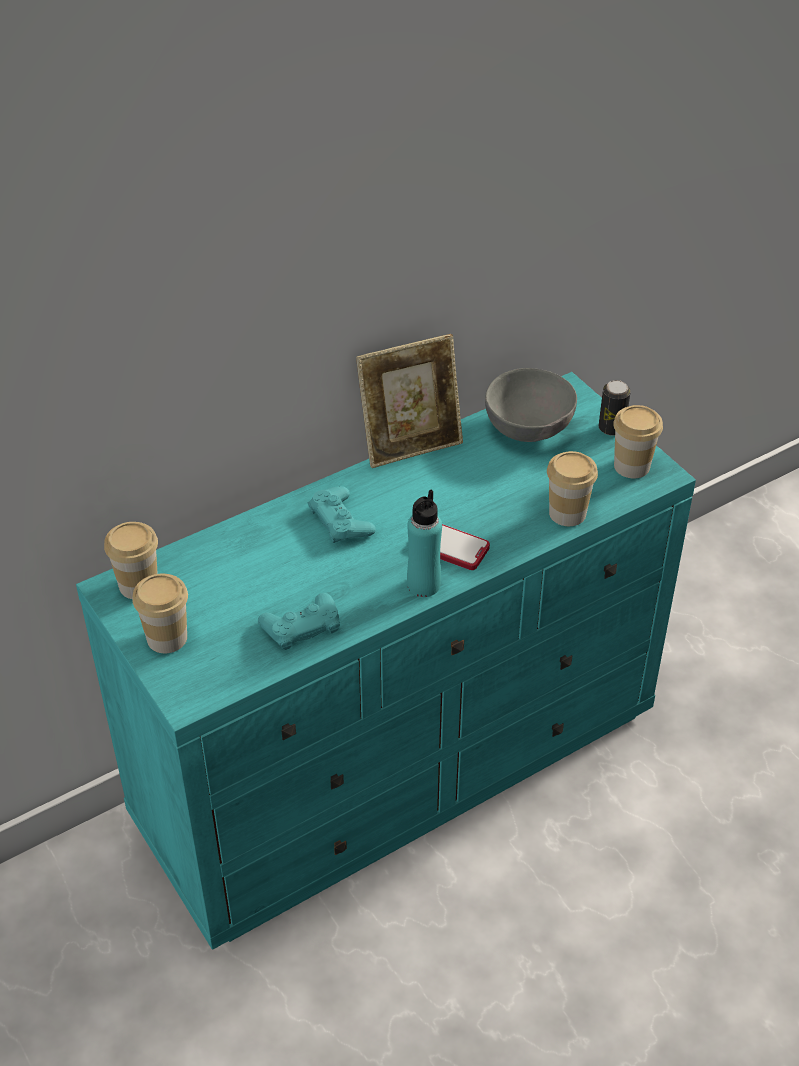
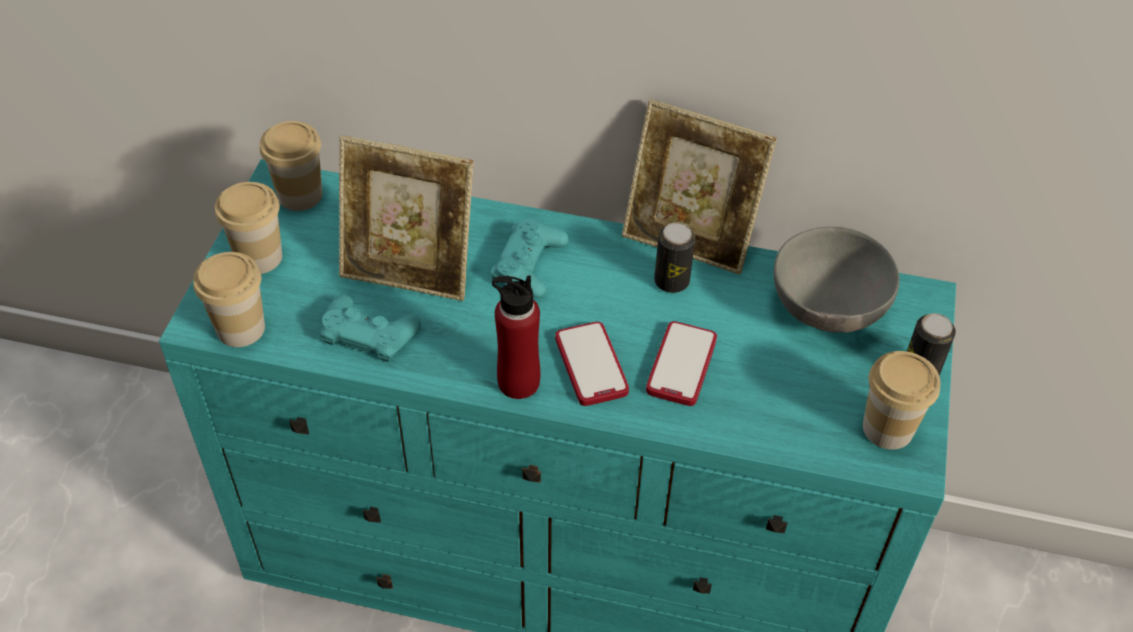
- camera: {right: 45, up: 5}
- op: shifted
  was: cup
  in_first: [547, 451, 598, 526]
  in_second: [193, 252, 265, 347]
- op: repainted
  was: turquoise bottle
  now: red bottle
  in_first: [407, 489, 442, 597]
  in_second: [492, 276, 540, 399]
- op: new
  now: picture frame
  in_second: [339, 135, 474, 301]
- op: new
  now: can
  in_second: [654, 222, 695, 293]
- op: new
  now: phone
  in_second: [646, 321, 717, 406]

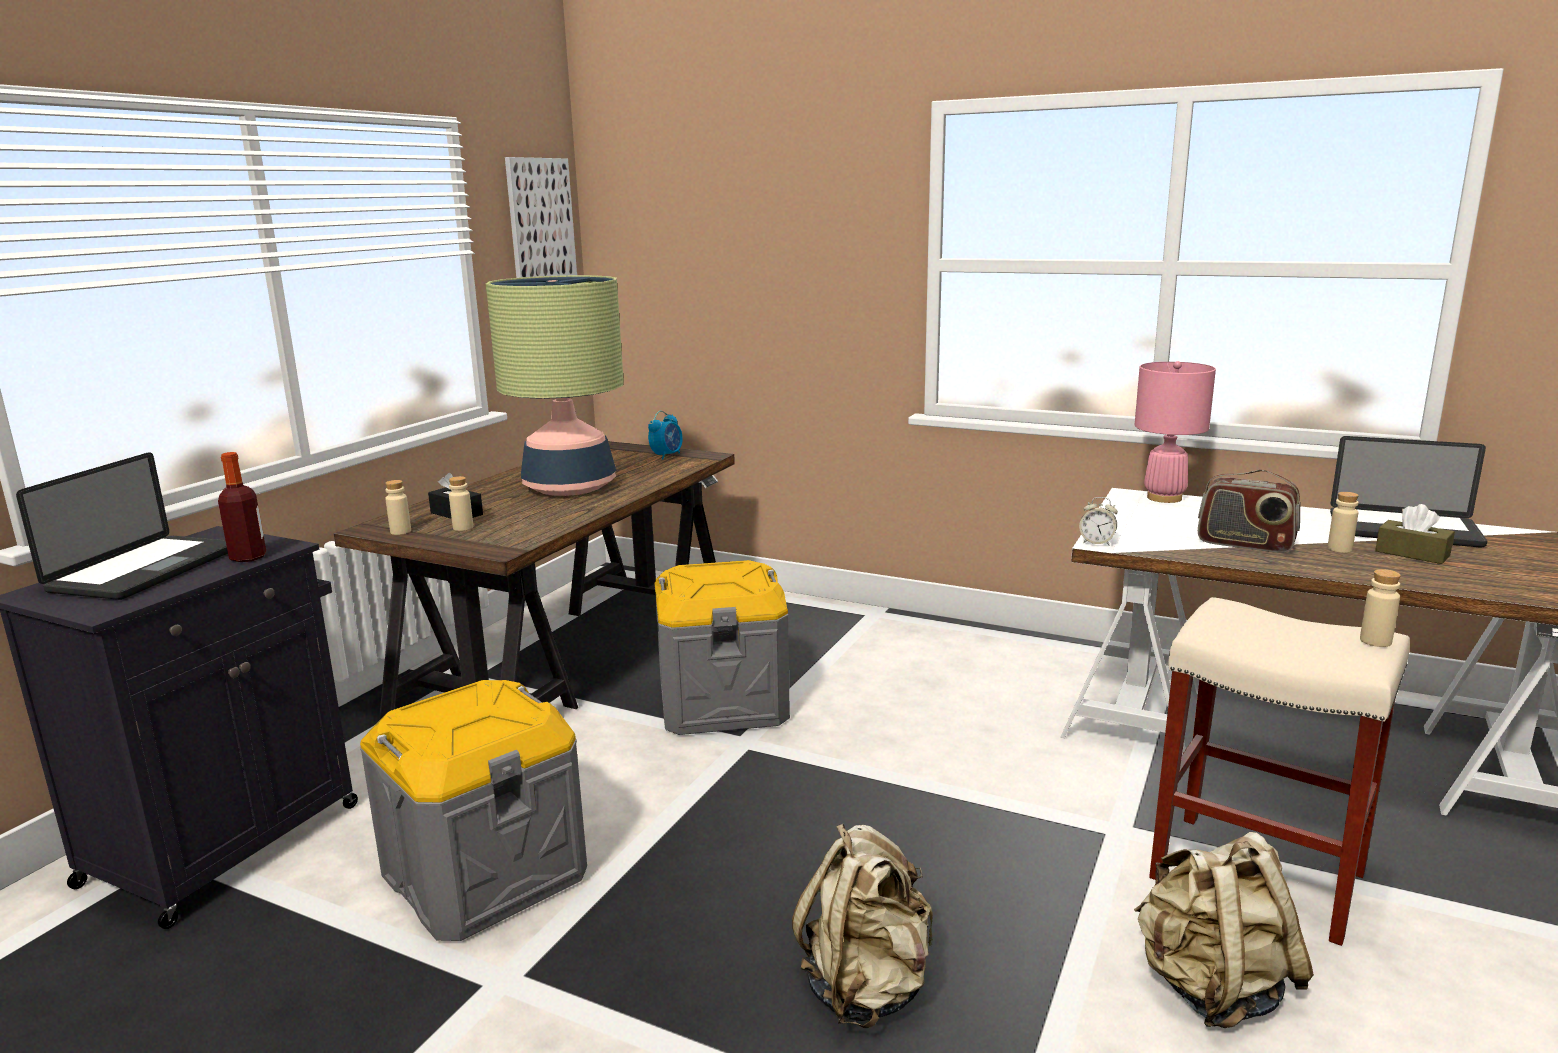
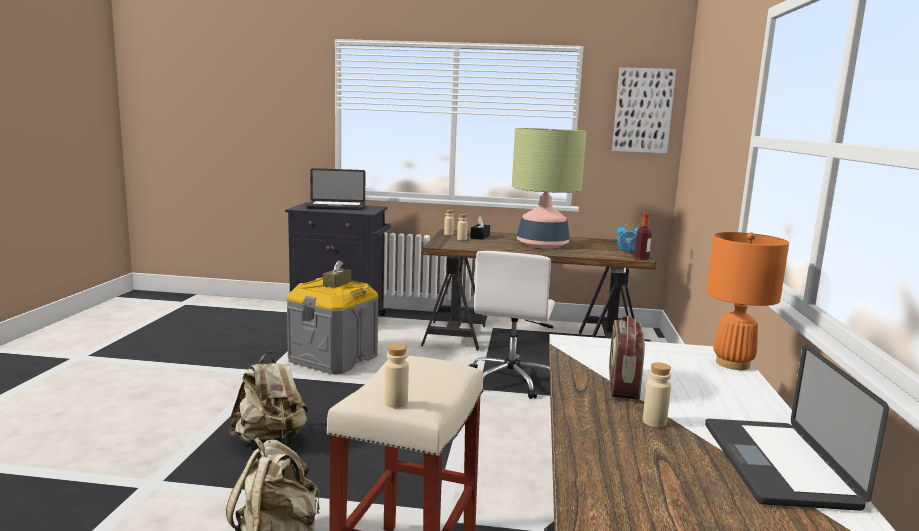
- camera: {right: 70, up: -5}
- op: repainted
  was: pink table lamp
  now: orange table lamp
  in_first: [1135, 361, 1216, 503]
  in_second: [706, 232, 789, 370]
- op: shifted
  was: bottle
  in_first: [218, 452, 266, 562]
  in_second: [634, 213, 652, 260]
- op: gone
  was: alarm clock
  in_first: [1079, 497, 1118, 546]
- op: shifted
  was: brown tissue box
  in_first: [1375, 504, 1455, 564]
  in_second: [323, 260, 351, 288]
- op: swapped
  was: grey storage box
  now: white office chair
  in_first: [655, 560, 790, 735]
  in_second: [468, 251, 555, 399]

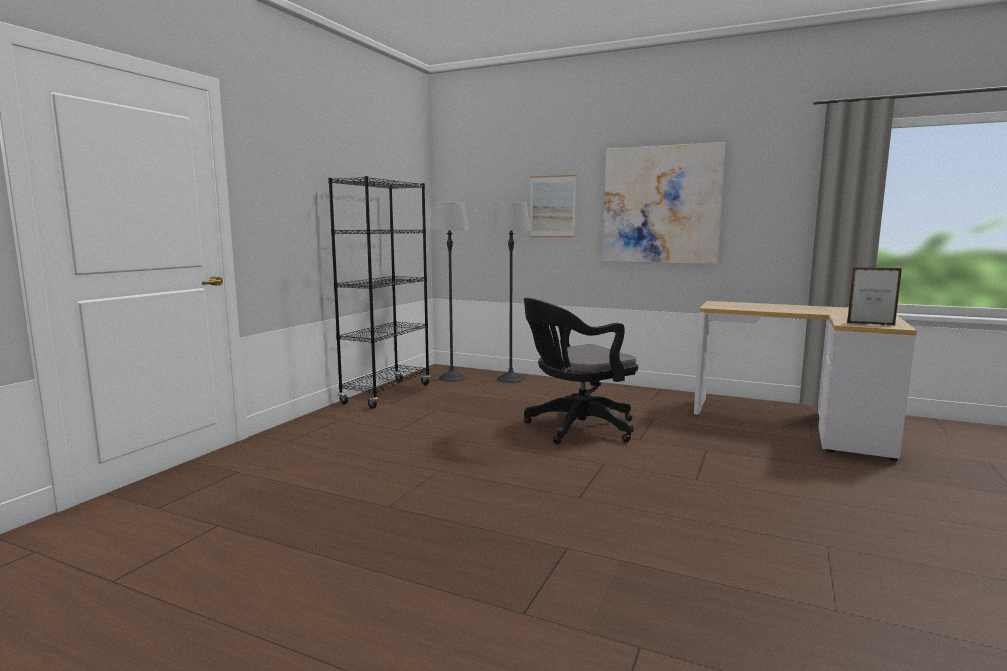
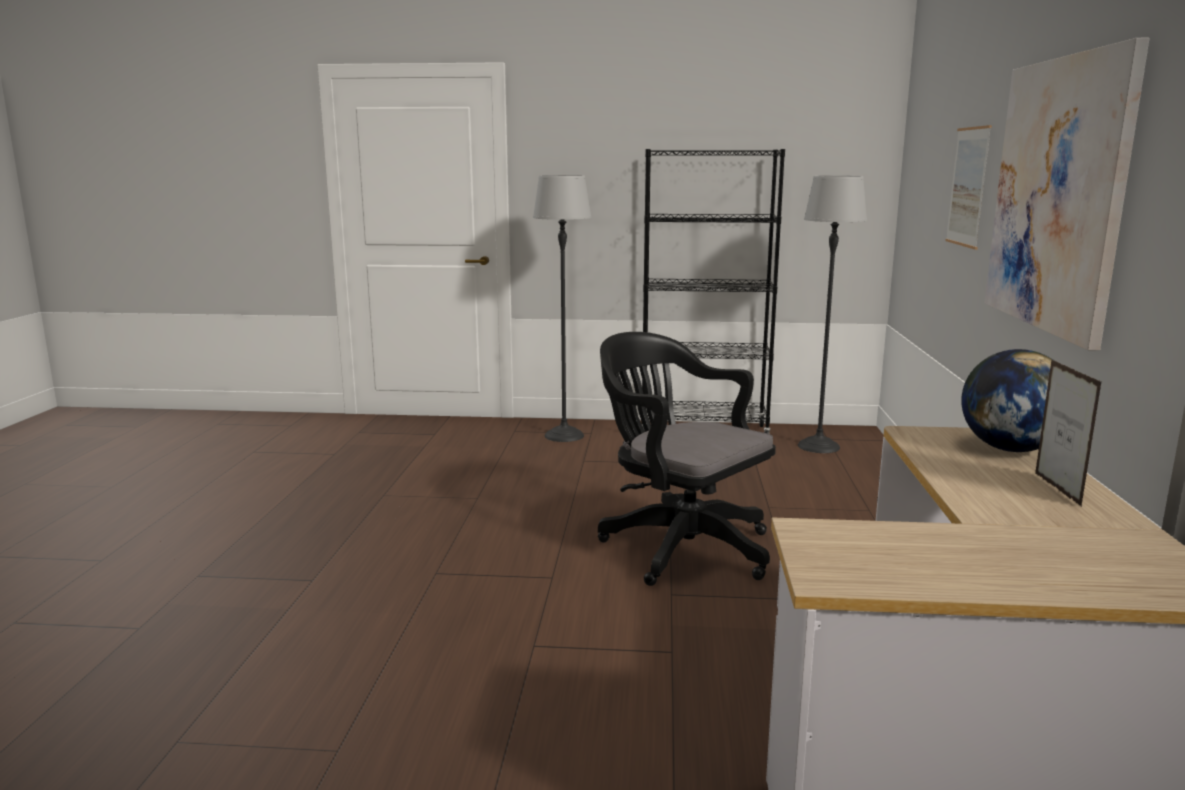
- camera: {right: 70, up: 5}
- op: shifted
  was: floor lamp
  in_first: [492, 202, 531, 383]
  in_second: [533, 175, 592, 442]
- op: shifted
  was: picture frame
  in_first: [847, 267, 902, 325]
  in_second: [1035, 360, 1102, 507]
- op: new
  now: globe
  in_second: [961, 349, 1055, 452]

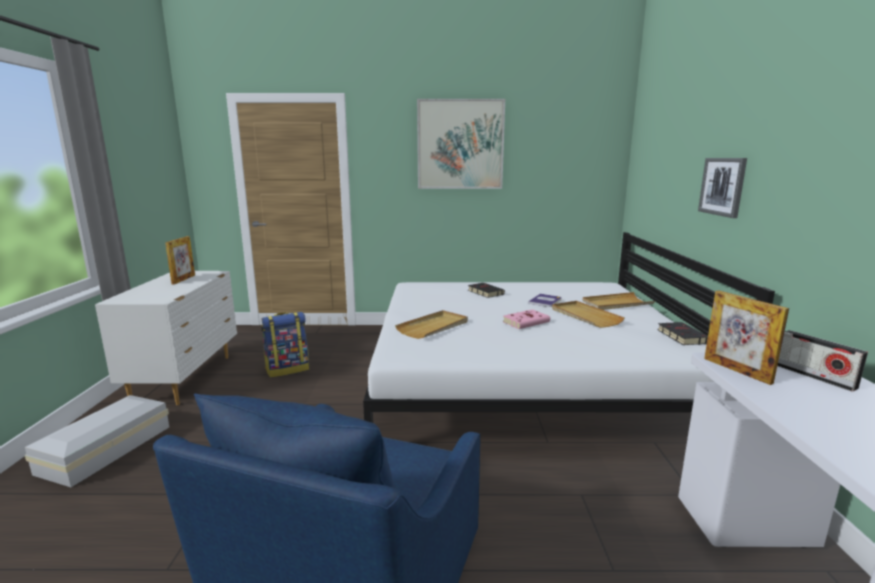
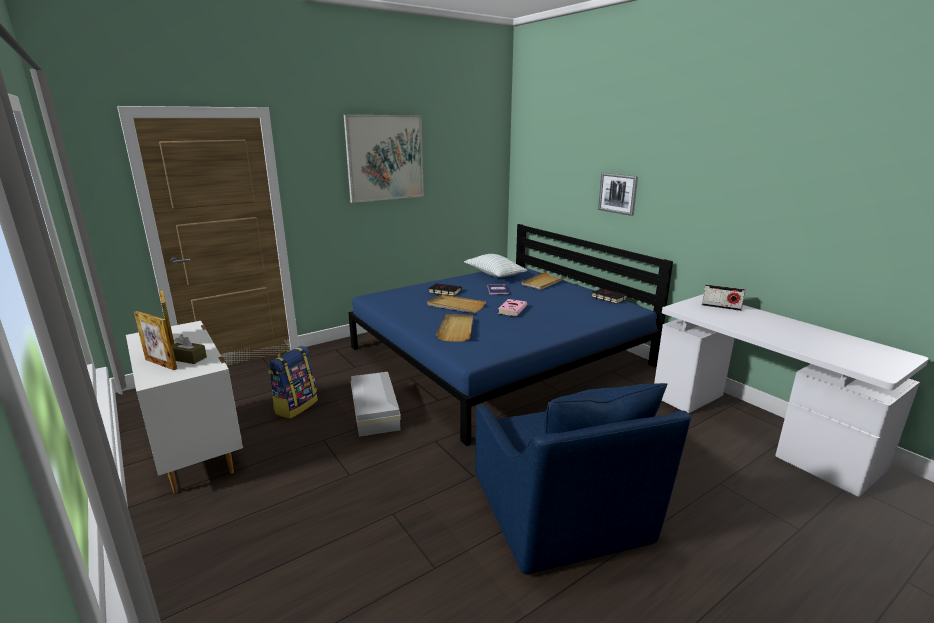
- camera: {right: -35, up: 5}
- op: repainted
  was: white bed
  now: blue bed
  in_first: [363, 232, 775, 423]
  in_second: [348, 224, 673, 446]
- op: shifted
  was: picture frame
  in_first: [704, 290, 789, 385]
  in_second: [134, 311, 177, 370]
- op: shifted
  was: beige tray
  in_first: [552, 301, 624, 328]
  in_second: [427, 294, 486, 313]
- op: shifted
  was: white storage box
  in_first: [25, 395, 169, 487]
  in_second: [351, 372, 401, 437]
- op: new
  now: pillow
  in_second: [464, 254, 527, 277]
- op: new
  now: brown tissue box
  in_second: [172, 335, 207, 364]

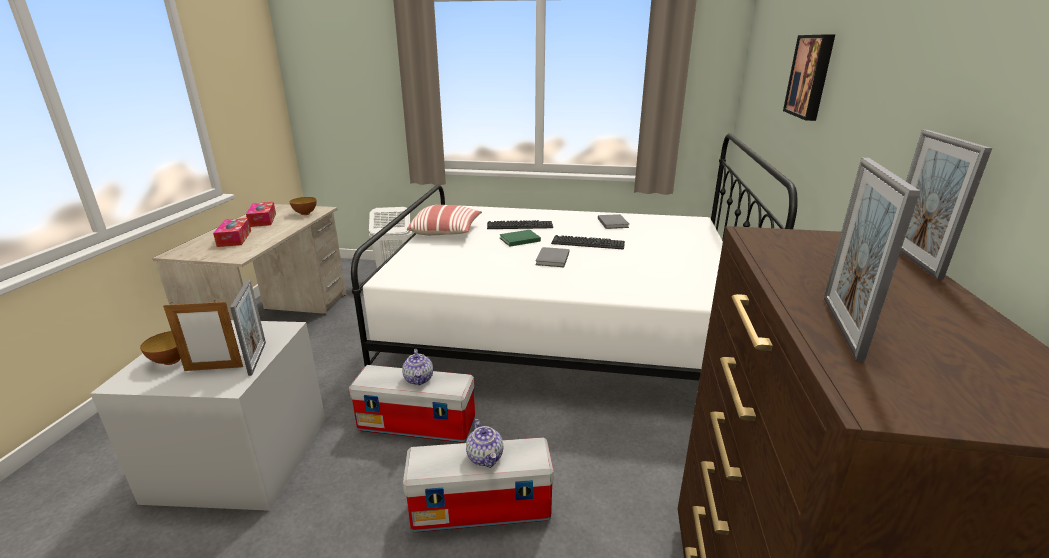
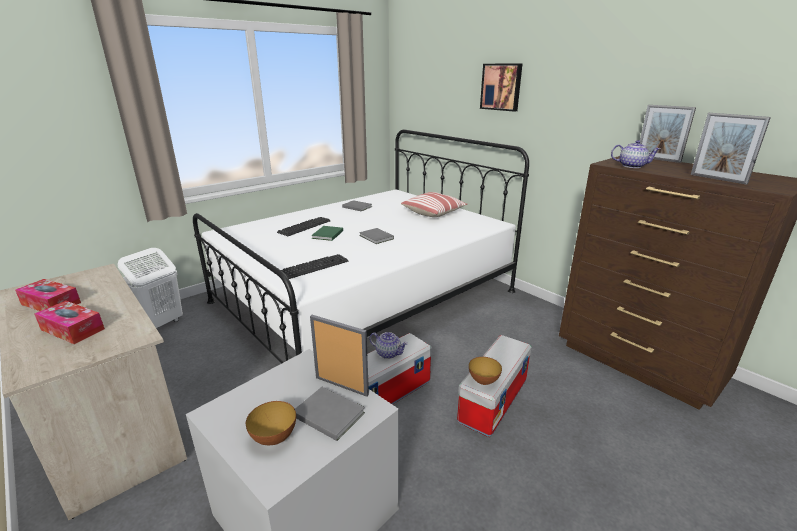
- camera: {right: -50, up: 0}
- op: shifted
  was: bowl
  in_first: [290, 197, 317, 215]
  in_second: [469, 357, 502, 385]
- op: shifted
  was: pillow
  in_first: [407, 205, 482, 236]
  in_second: [401, 192, 467, 217]
- op: shifted
  was: keyboard
  in_first: [551, 235, 625, 249]
  in_second: [281, 254, 348, 279]
- op: swapped
  was: picture frame
  now: grey book
  in_first: [163, 300, 243, 371]
  in_second: [295, 387, 365, 441]
- op: shifted
  was: teapot
  in_first: [466, 419, 503, 468]
  in_second: [611, 140, 660, 168]

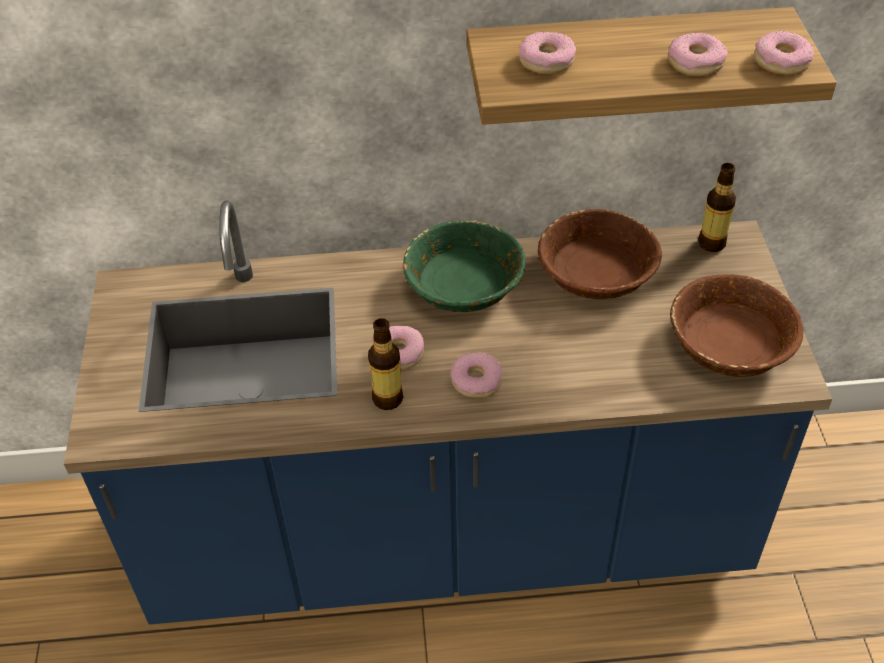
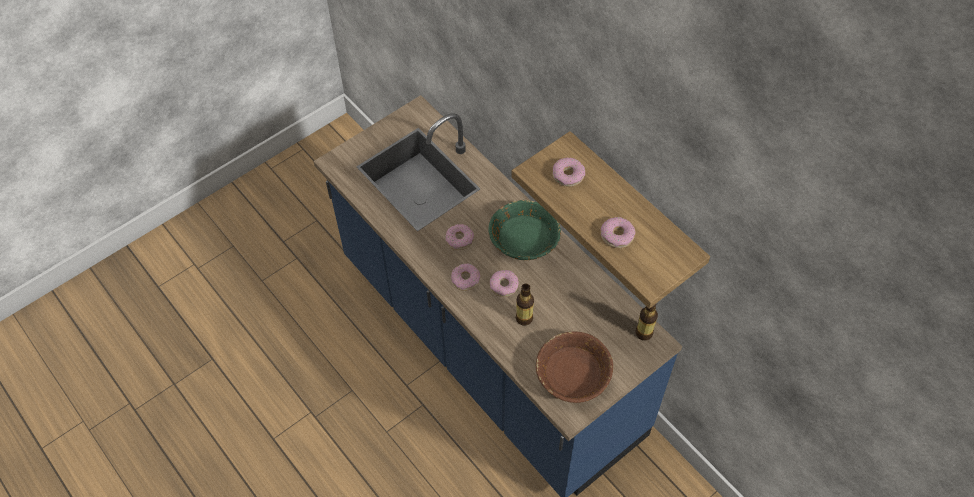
- camera: {right: 55, up: 10}
- op: shifted
  was: donut
  in_first: [754, 31, 814, 75]
  in_second: [490, 270, 519, 297]
- op: gone
  was: brown bowl
  in_first: [538, 209, 662, 299]
- op: shifted
  was: bottle
  in_first: [368, 318, 403, 410]
  in_second: [516, 284, 534, 326]

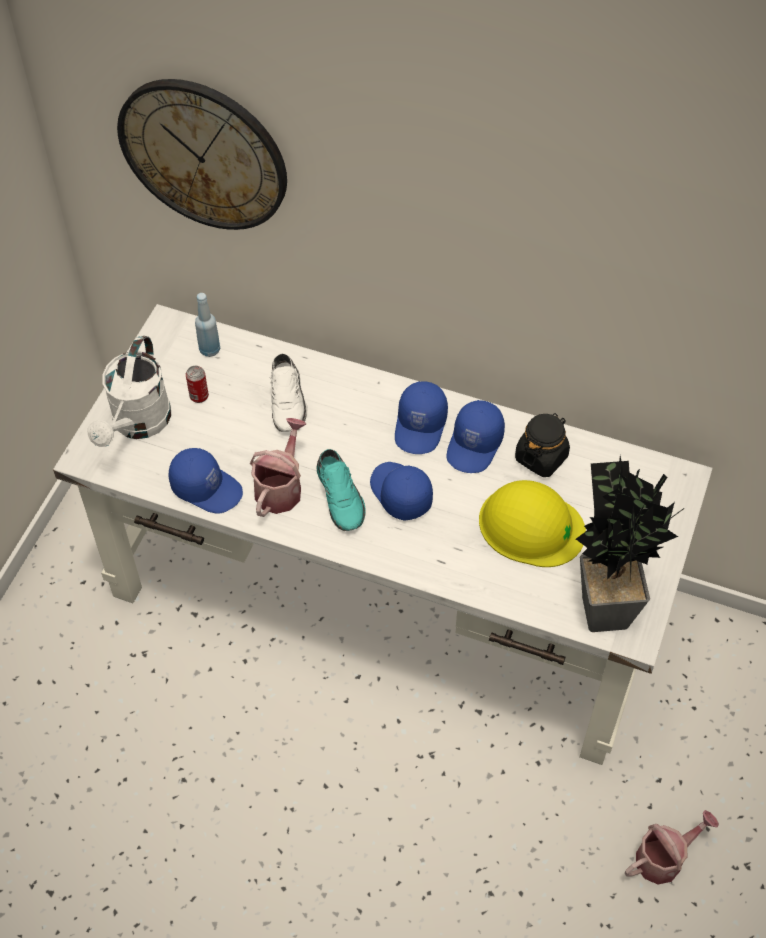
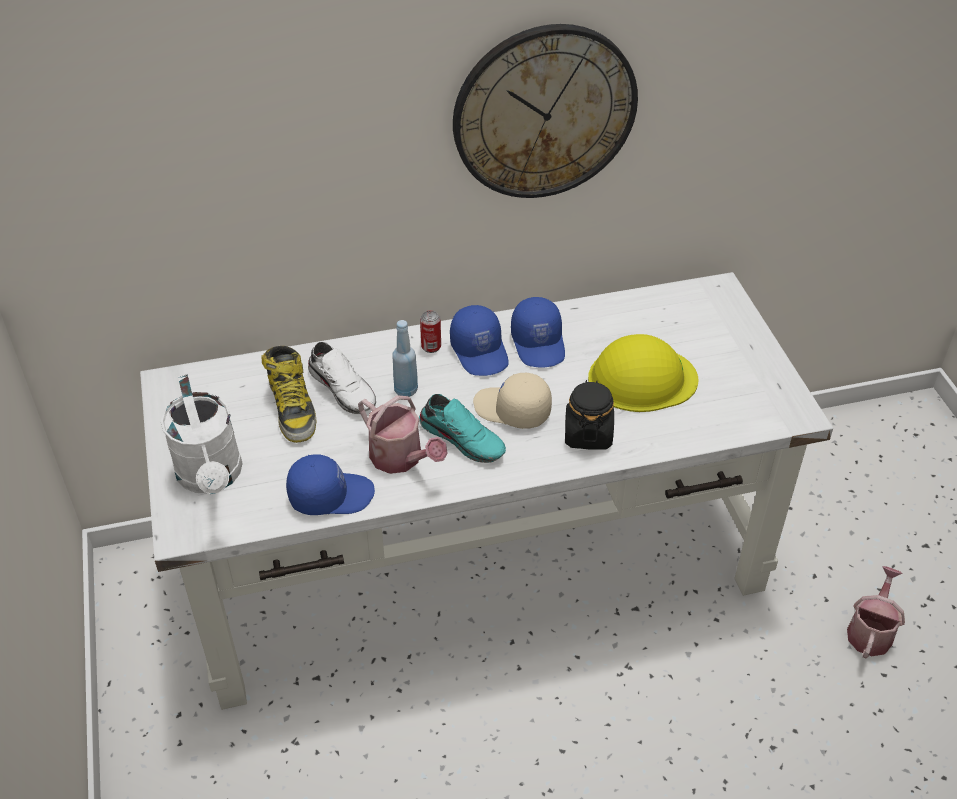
- camera: {right: -35, up: -10}
- op: shifted
  was: wall clock
  in_first: [117, 79, 287, 230]
  in_second: [453, 24, 638, 198]
- op: shifted
  was: blue bottle
  in_first: [195, 293, 220, 357]
  in_second: [392, 320, 418, 397]
- op: shifted
  was: can
  in_first: [186, 366, 209, 403]
  in_second: [420, 310, 441, 353]
- op: shifted
  was: black jar
  in_first: [515, 413, 570, 477]
  in_second: [565, 380, 614, 450]
- op: rotated
  was: watering can
  in_first: [250, 418, 306, 517]
  in_second: [358, 396, 448, 474]
  clockwise: 150
- op: gone
  was: potted plant
  in_first: [576, 456, 684, 632]
- op: repainted
  was: blue cap
  now: beige cap
  in_first: [370, 462, 433, 521]
  in_second: [473, 373, 552, 429]
- op: new
  now: boot
  in_second: [262, 346, 317, 443]

